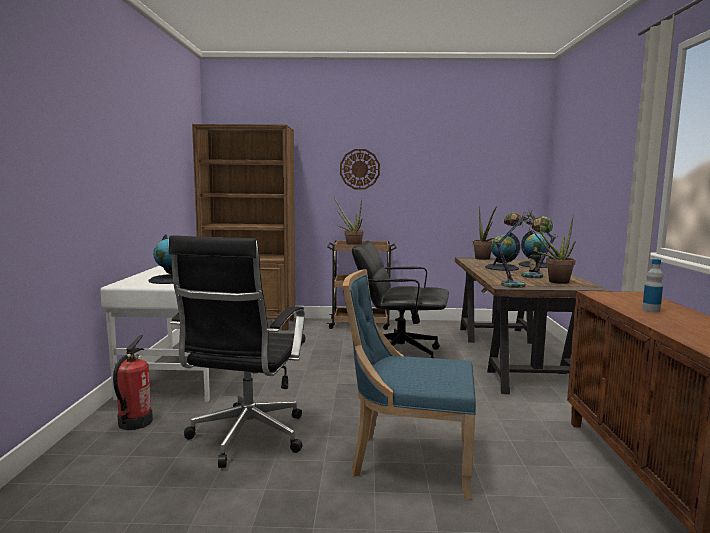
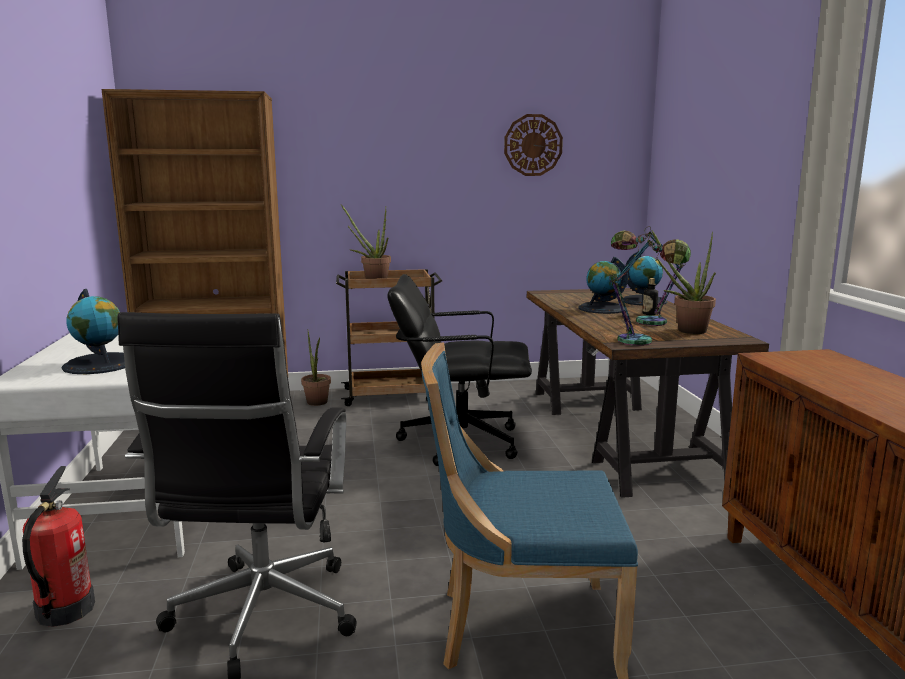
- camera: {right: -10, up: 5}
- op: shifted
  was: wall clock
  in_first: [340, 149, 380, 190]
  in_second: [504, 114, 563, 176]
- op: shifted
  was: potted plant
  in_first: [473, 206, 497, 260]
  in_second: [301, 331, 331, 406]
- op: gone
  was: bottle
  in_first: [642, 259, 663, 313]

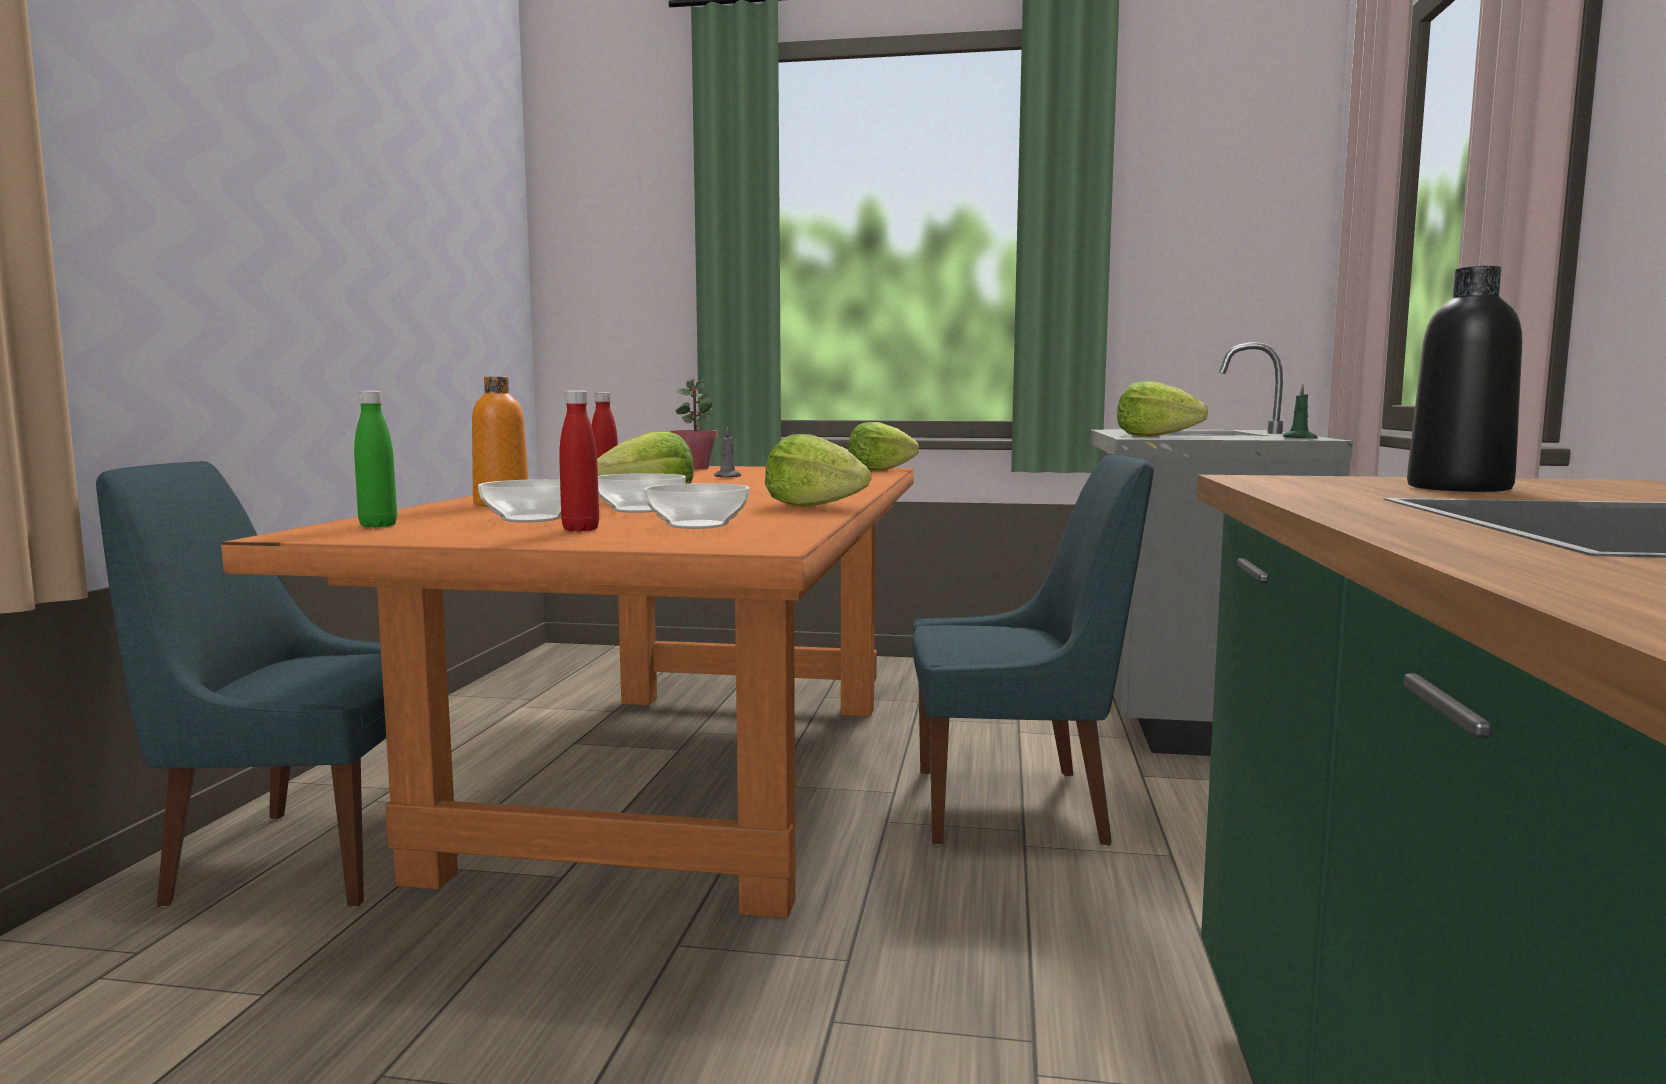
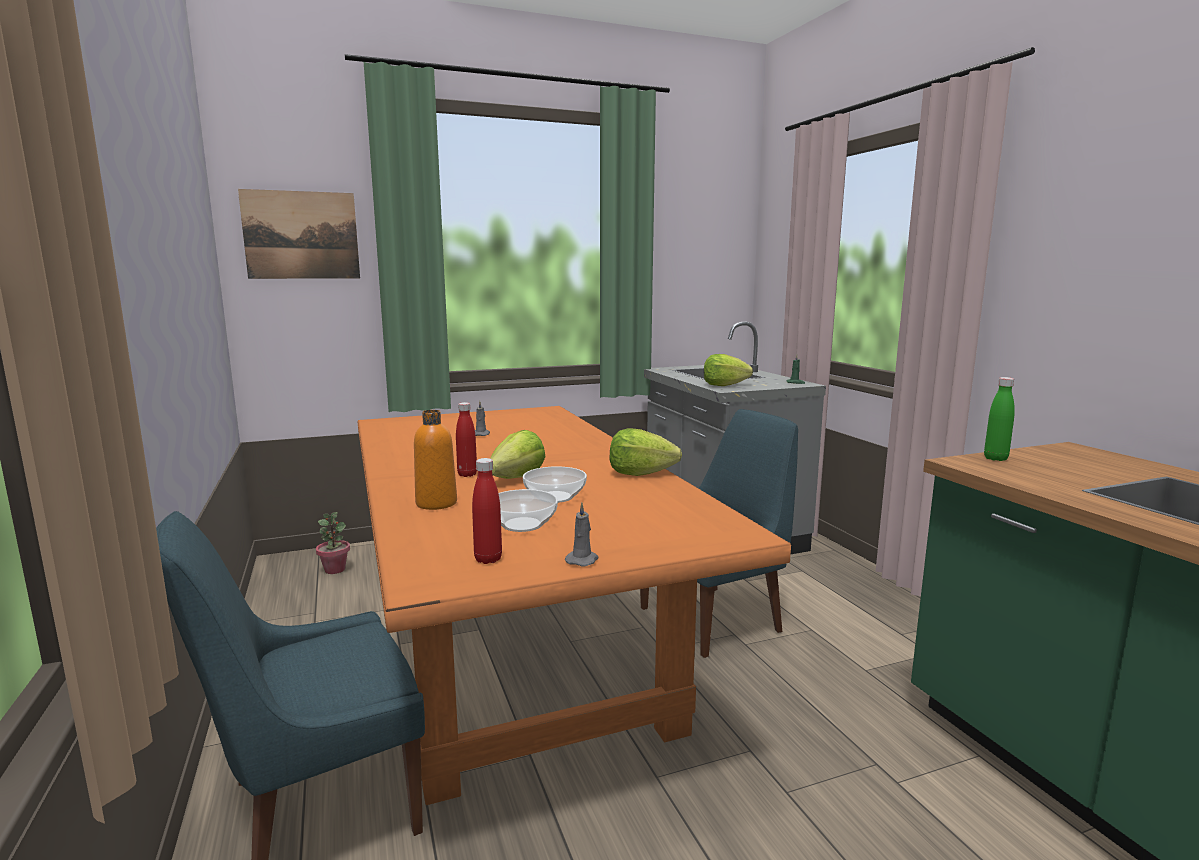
- camera: {right: -30, up: 5}
- op: gone
  was: black bottle
  in_first: [1407, 266, 1523, 492]
- op: shifted
  was: potted plant
  in_first: [671, 379, 718, 469]
  in_second: [316, 512, 350, 574]
- op: shifted
  was: red bottle
  in_first: [559, 390, 599, 531]
  in_second: [472, 458, 502, 564]
- op: shifted
  was: green bottle
  in_first: [354, 391, 397, 527]
  in_second: [984, 377, 1015, 461]
- op: gone
  was: lettuce
  in_first: [848, 422, 919, 471]
- op: gone
  was: bowl
  in_first: [644, 483, 750, 529]
- op: new
  now: picture
  in_second: [238, 189, 360, 279]
- op: new
  now: grey candle
  in_second: [565, 502, 598, 566]

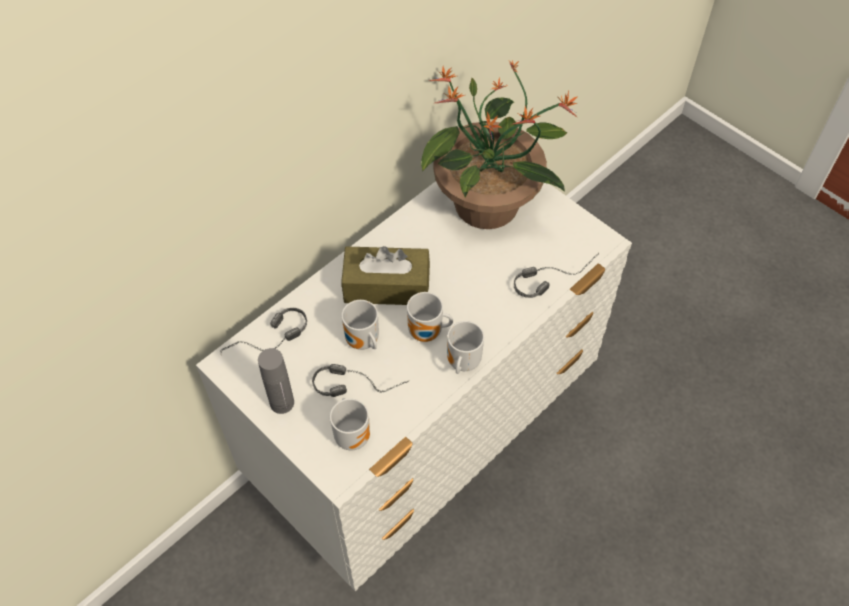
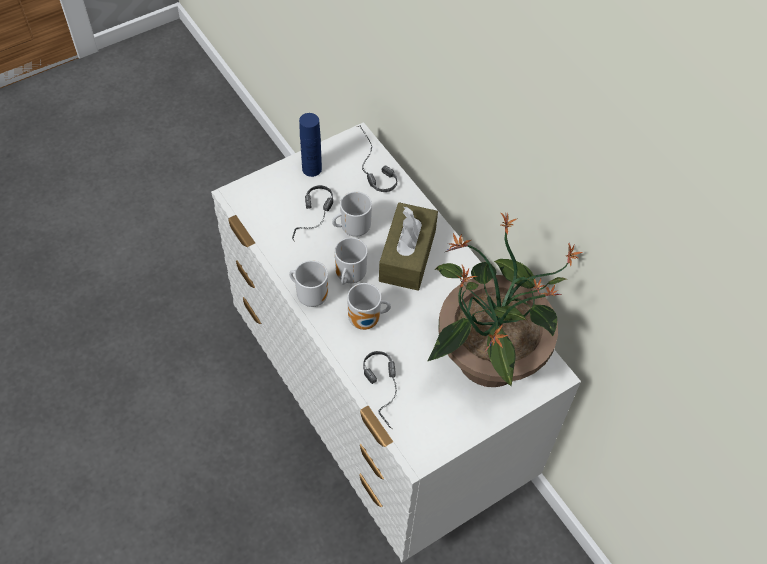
- camera: {right: 100, up: 0}
- op: repainted
  was: grey bottle
  now: blue bottle
  in_first: [258, 348, 294, 414]
  in_second: [299, 113, 322, 177]
- op: shifted
  was: mug
  in_first: [330, 398, 370, 450]
  in_second: [347, 283, 391, 330]

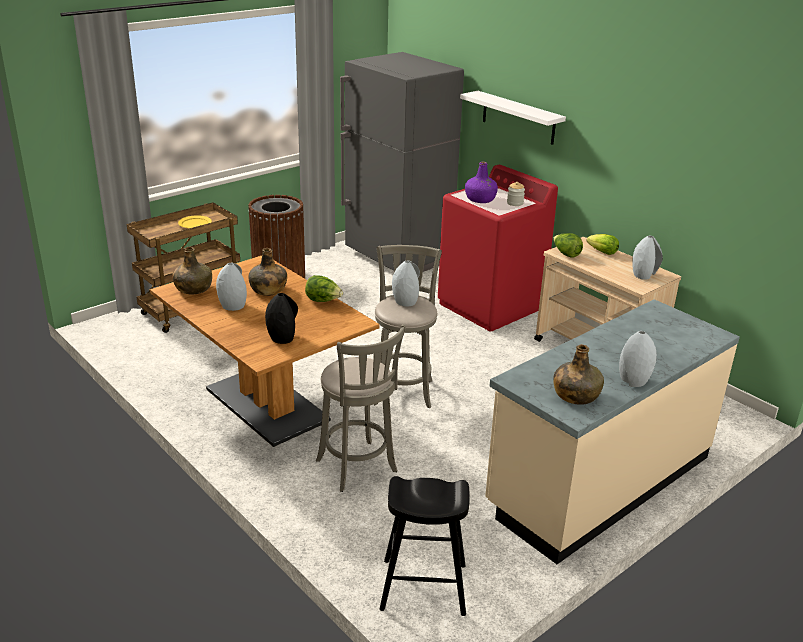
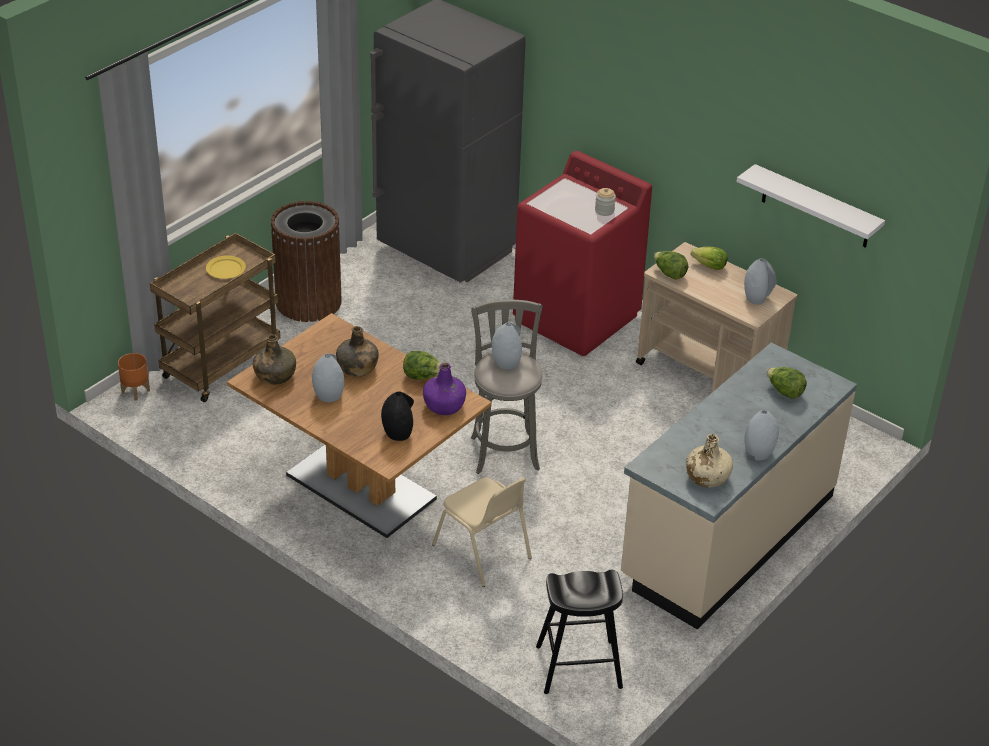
- camera: {right: -10, up: 10}
- op: shifted
  was: white shelf
  in_first: [460, 91, 566, 145]
  in_second: [737, 164, 885, 248]
- op: shifted
  was: purple bottle
  in_first: [465, 161, 498, 203]
  in_second: [423, 363, 466, 415]
- op: swapped
  was: grey stool
  now: beige chair
  in_first: [316, 324, 406, 492]
  in_second: [432, 477, 532, 587]
- op: repainted
  was: green bottle
  now: beige bottle
  in_first: [553, 344, 604, 404]
  in_second: [686, 434, 733, 488]
- op: new
  now: orange planter
  in_second: [118, 353, 150, 400]
- op: new
  now: lettuce
  in_second: [766, 367, 807, 399]

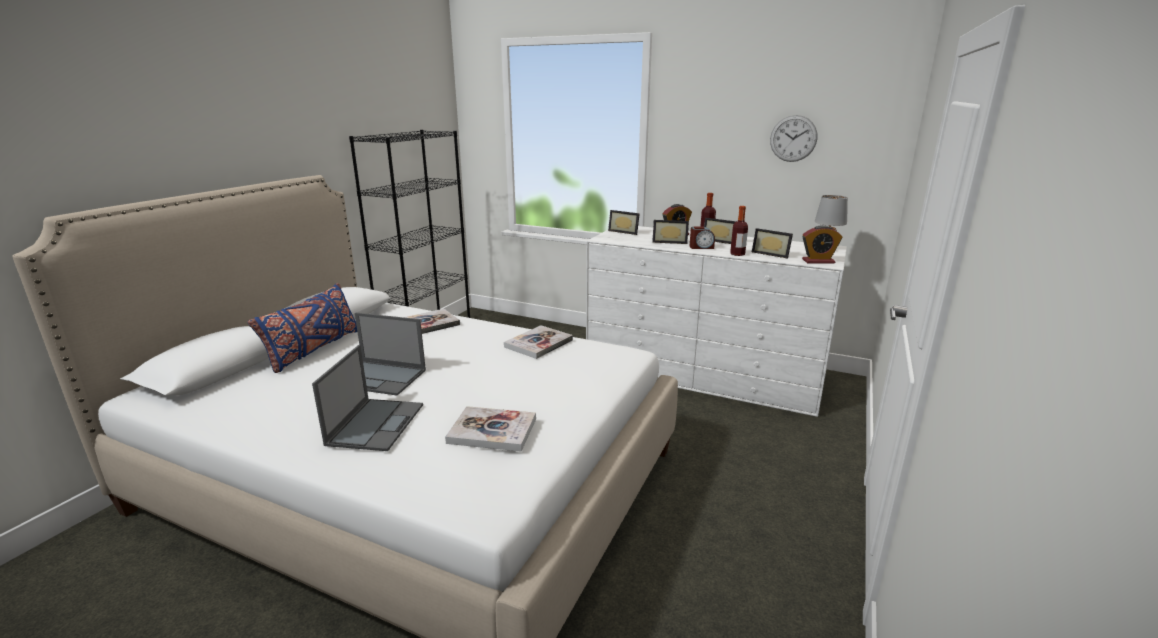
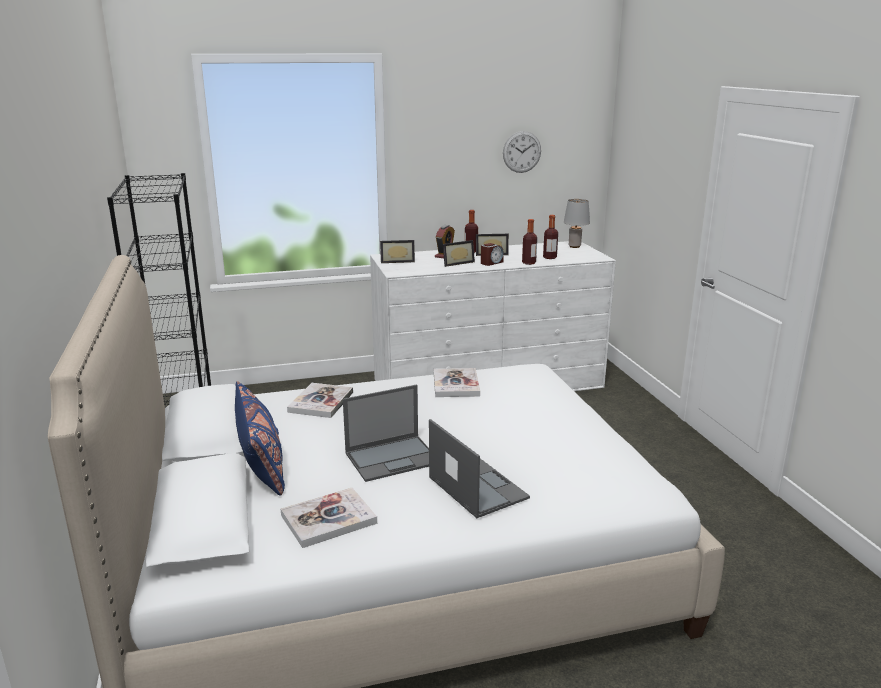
- camera: {right: -40, up: 0}
- op: gone
  was: alarm clock
  in_first: [802, 225, 843, 264]
- op: swapped
  was: picture frame
  now: bottle
  in_first: [752, 228, 793, 259]
  in_second: [543, 215, 558, 259]
- op: shifted
  was: book
  in_first: [445, 406, 536, 451]
  in_second: [281, 488, 377, 548]

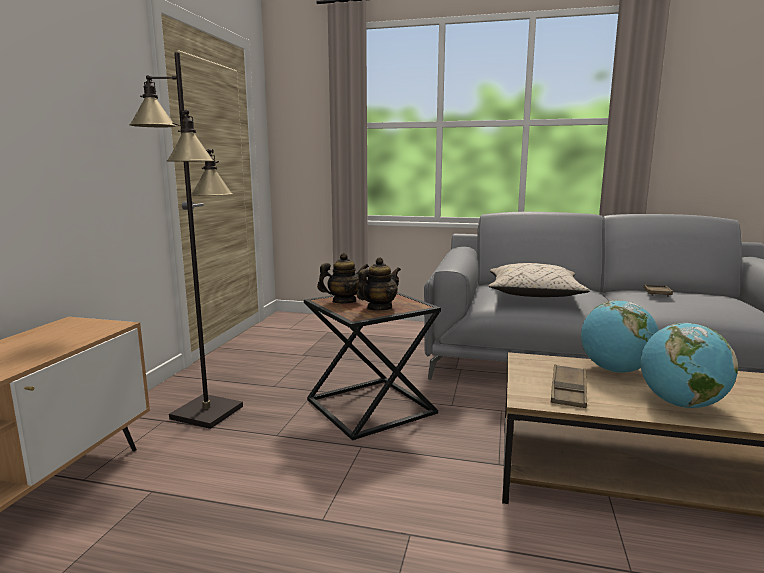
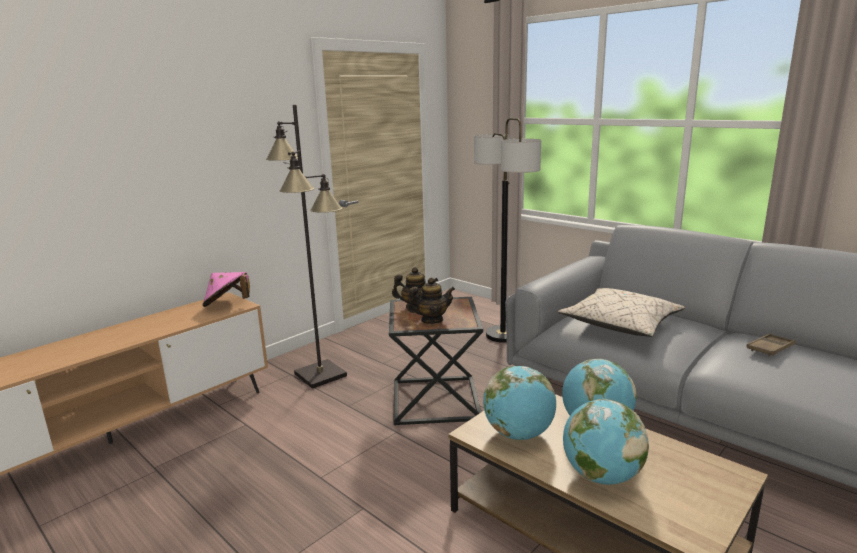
- camera: {right: 30, up: 5}
- op: swapped
  was: brown tray
  now: globe
  in_first: [550, 364, 587, 408]
  in_second: [483, 366, 556, 440]
- op: new
  now: floor lamp
  in_second: [474, 118, 541, 343]
- op: new
  now: pink hat
  in_second: [202, 272, 250, 307]

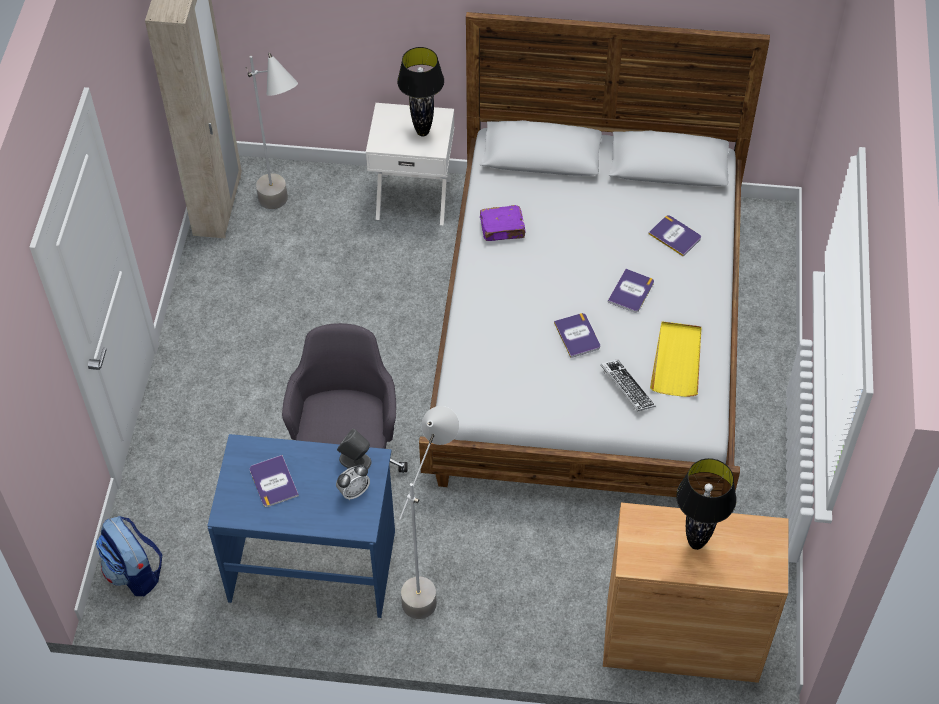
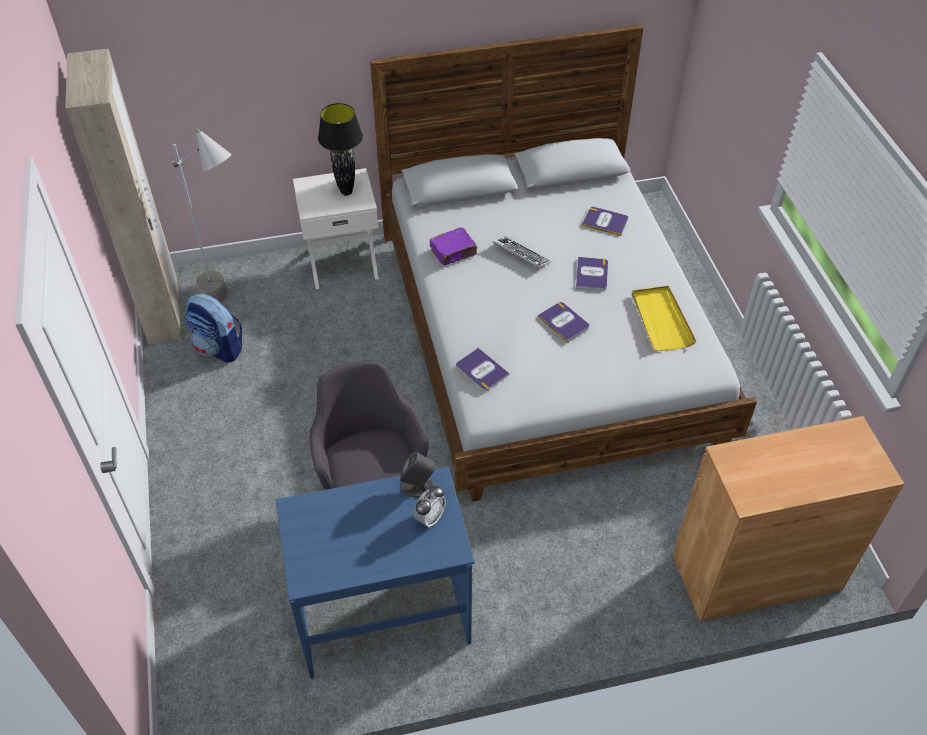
- camera: {right: -20, up: -5}
- op: shifted
  was: keyboard
  in_first: [600, 359, 656, 411]
  in_second: [493, 236, 551, 268]
- op: gone
  was: grey floor lamp
  in_first: [399, 406, 459, 619]
- op: shifted
  was: book
  in_first: [250, 455, 299, 507]
  in_second: [456, 348, 510, 391]
- op: gone
  was: black table lamp
  in_first: [676, 458, 736, 550]
- op: shifted
  was: backpack
  in_first: [96, 516, 163, 596]
  in_second: [185, 293, 242, 363]

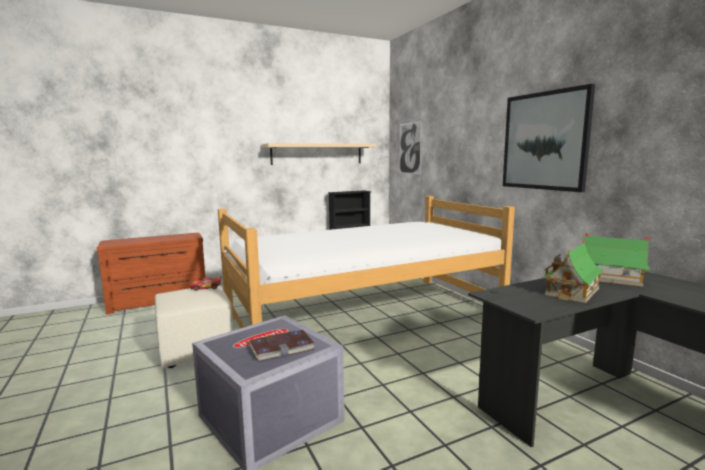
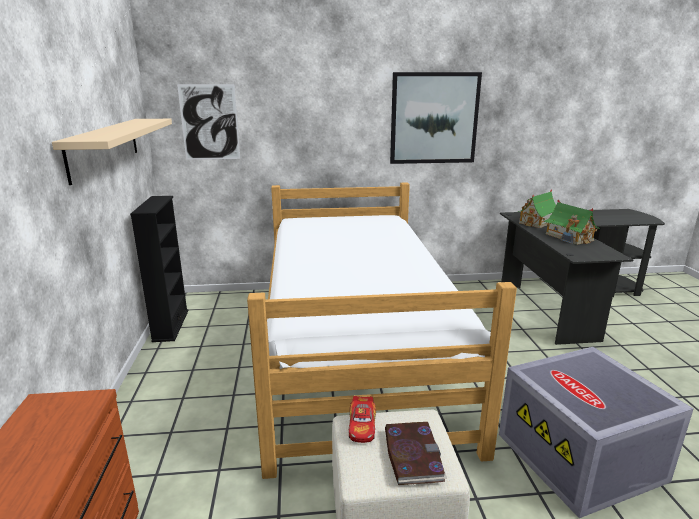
- camera: {right: -70, up: 10}
- op: shifted
  was: book
  in_first: [249, 330, 316, 362]
  in_second: [385, 422, 447, 485]

